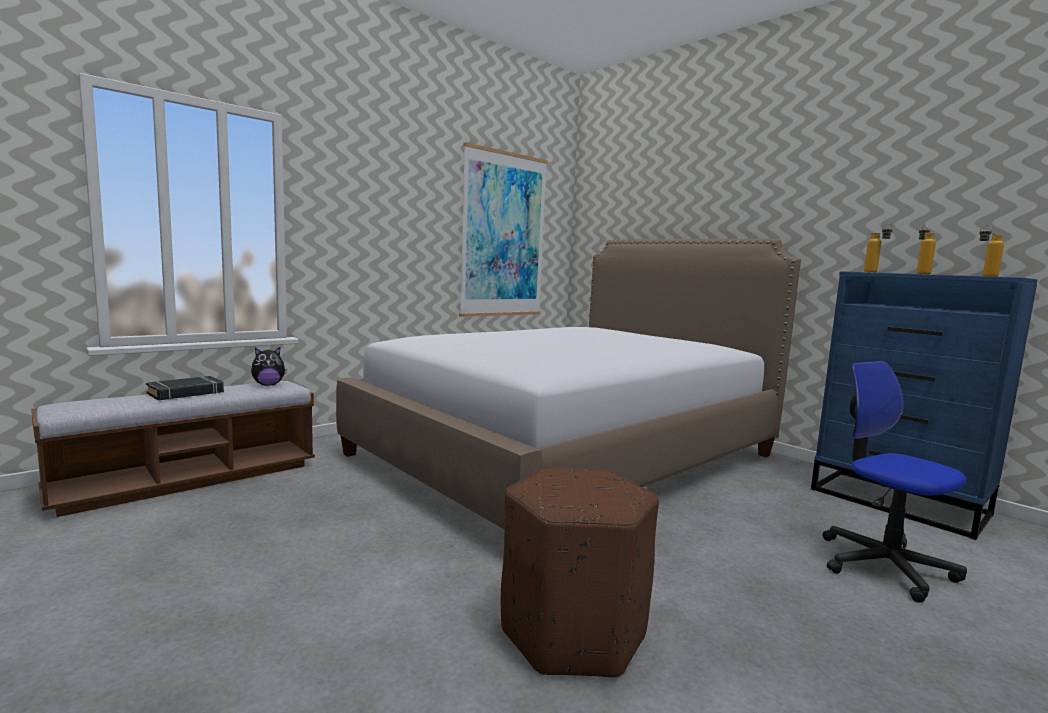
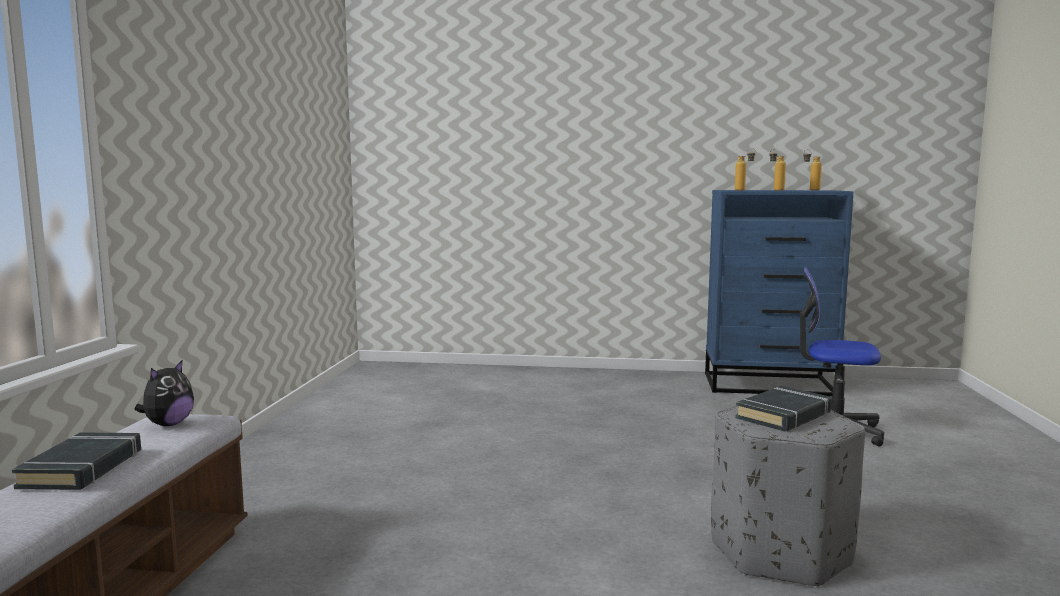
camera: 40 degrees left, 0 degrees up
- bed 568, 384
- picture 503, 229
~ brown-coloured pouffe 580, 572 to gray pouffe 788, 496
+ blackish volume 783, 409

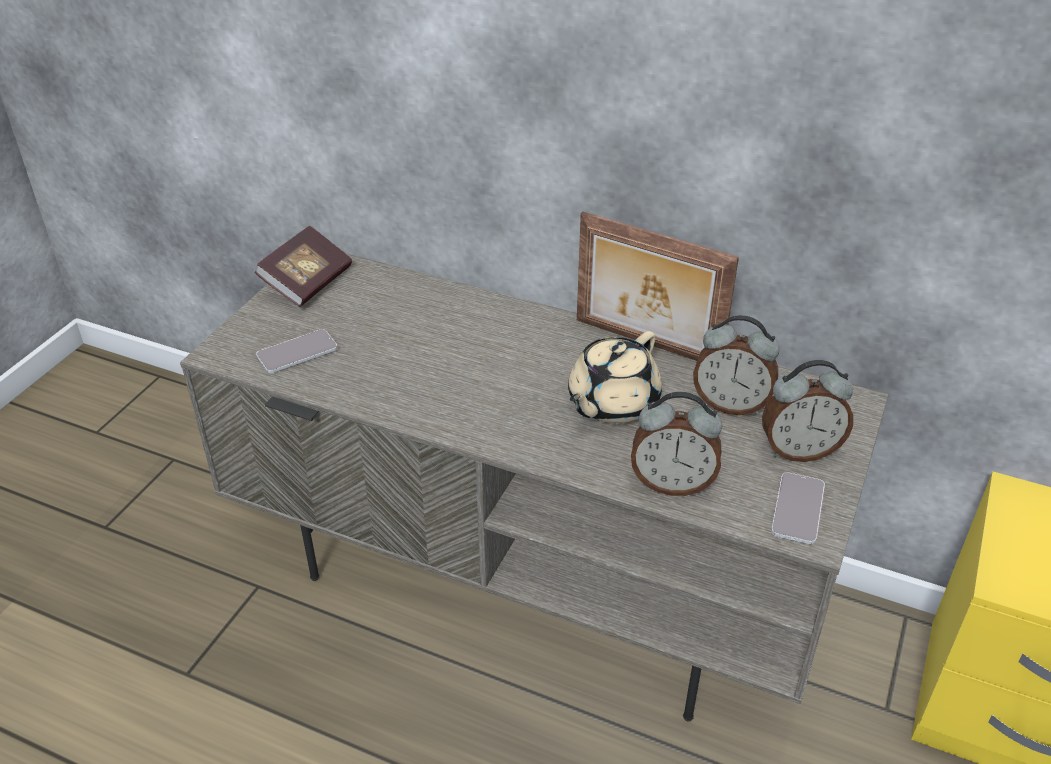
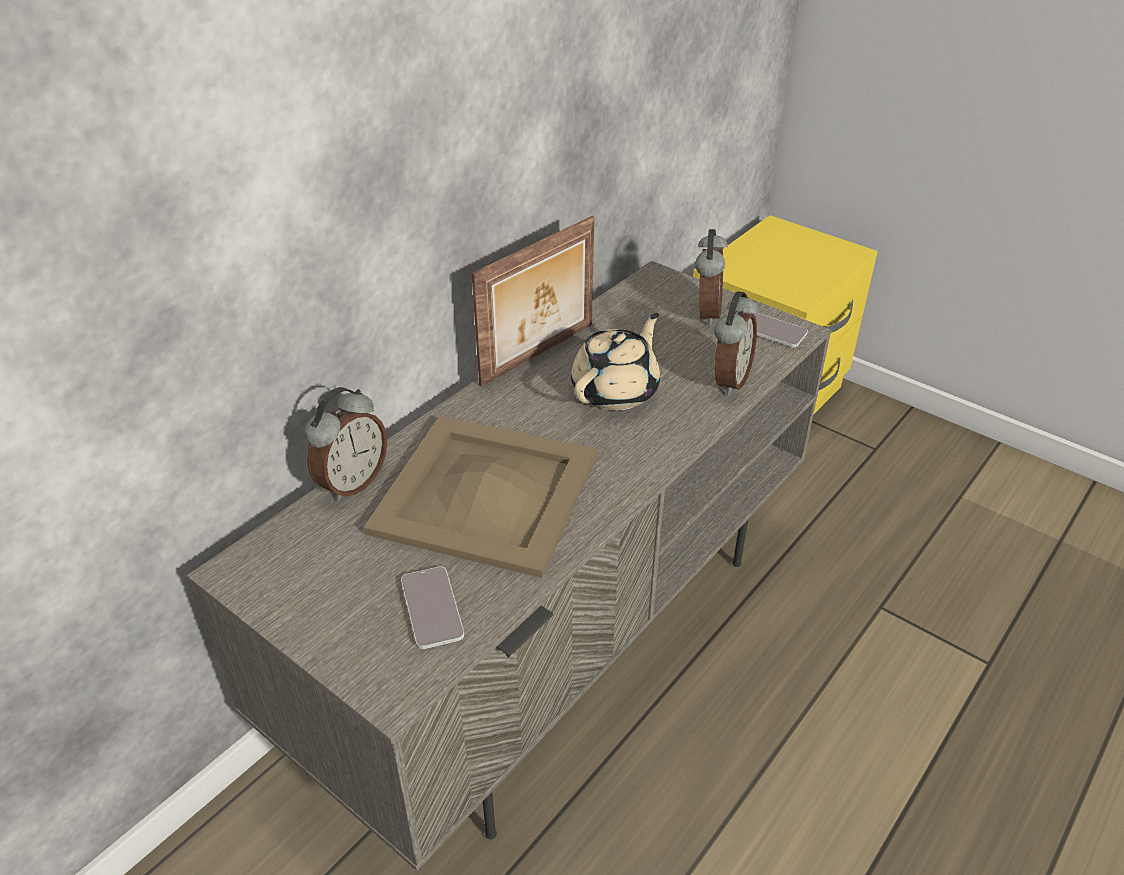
camera: 75 degrees left, 0 degrees up
- volume 303, 266
~ beige pot for tea 615, 377 = 615, 361 105 degrees counterclockwise
~ bedside clock 736, 365 to 346, 444
+ beige carrying tray 480, 497

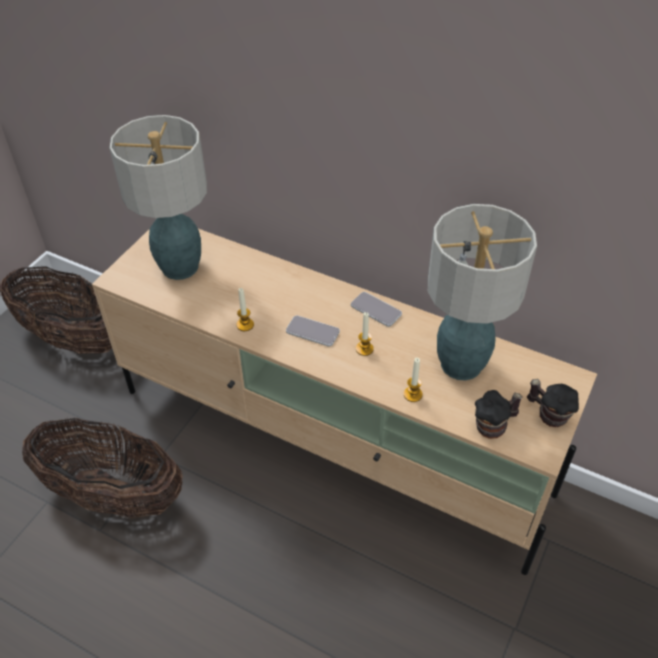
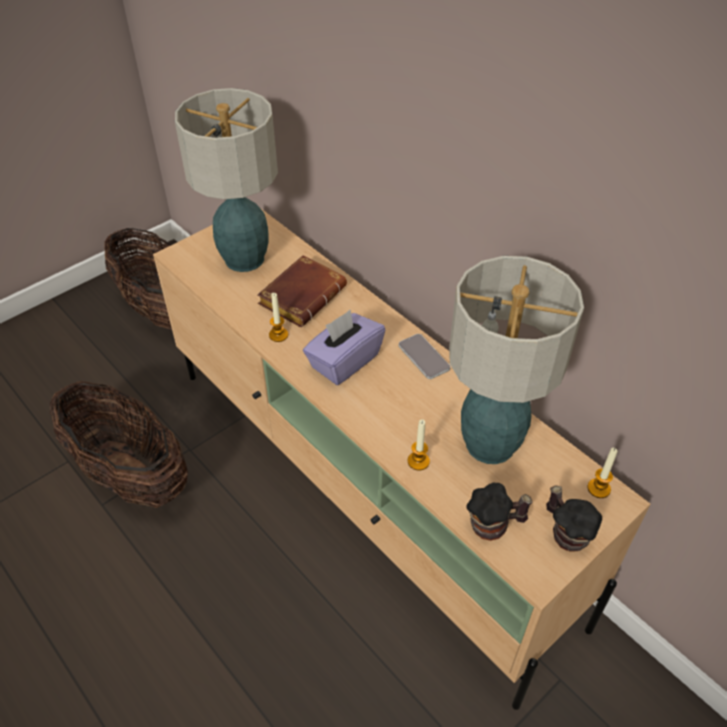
camera: 20 degrees right, 0 degrees up
~ handset 313, 331 to purple box of tissues 344, 347
~ wax candle 365, 334 to 602, 473
+ brown-coloured volume 302, 291

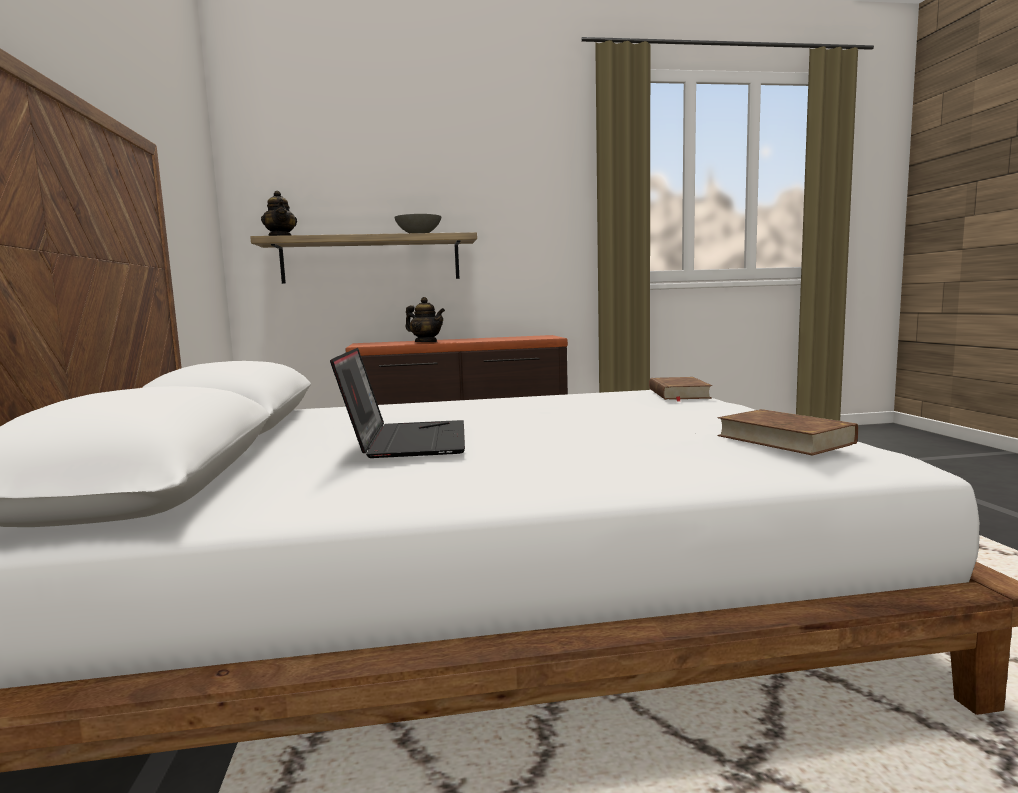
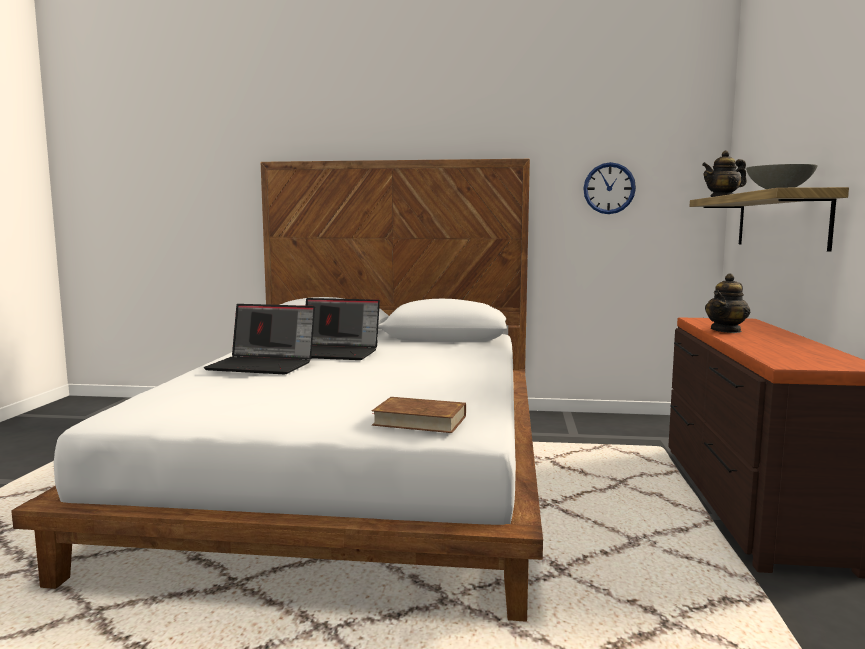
camera: 105 degrees right, 0 degrees up
- brown-coloured volume 787, 432
+ notebook computer 259, 339
+ hanging clock 609, 188

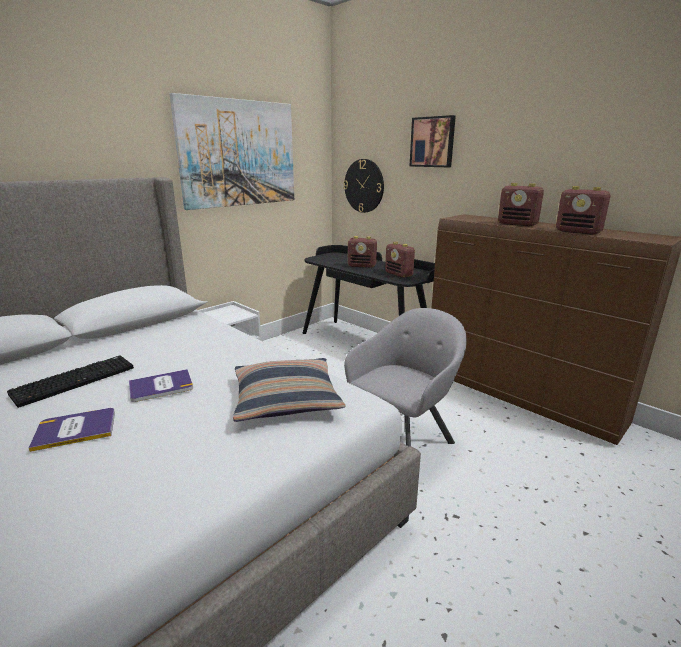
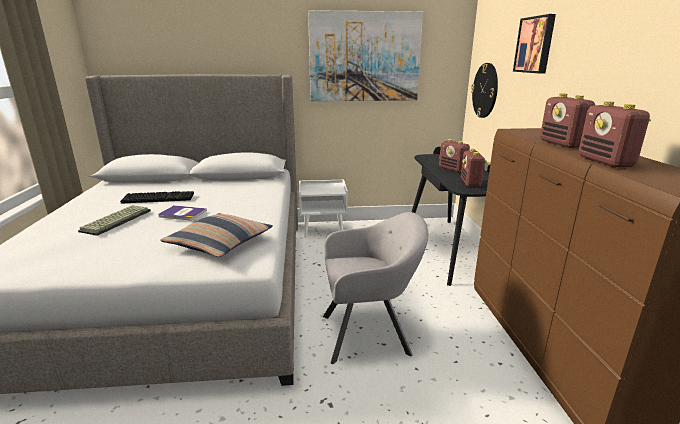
camera: 40 degrees right, 0 degrees up
~ volume 72, 430 to keyboard 114, 220

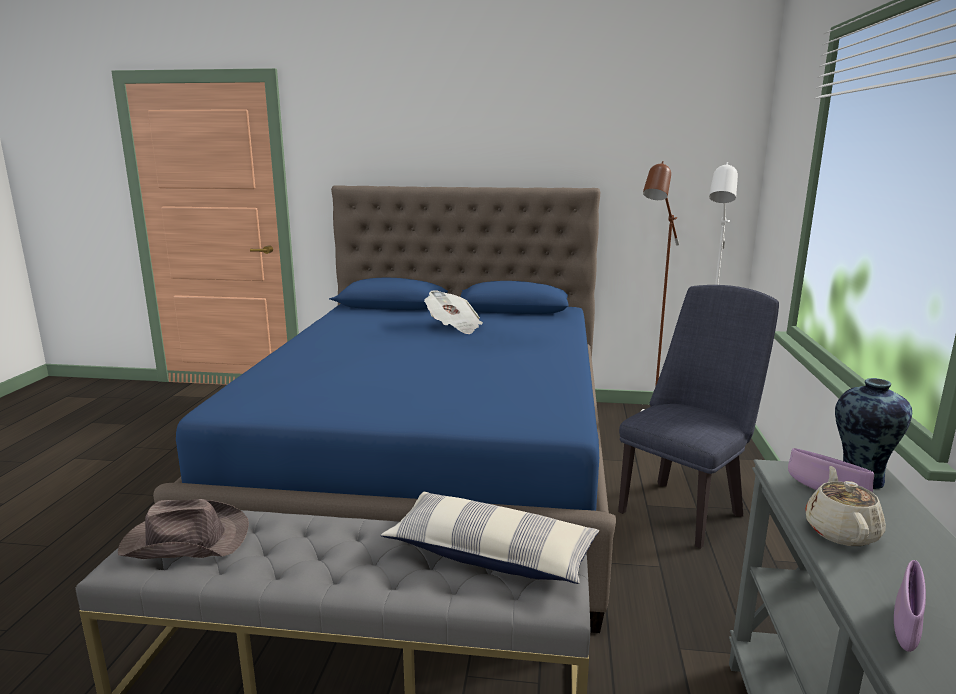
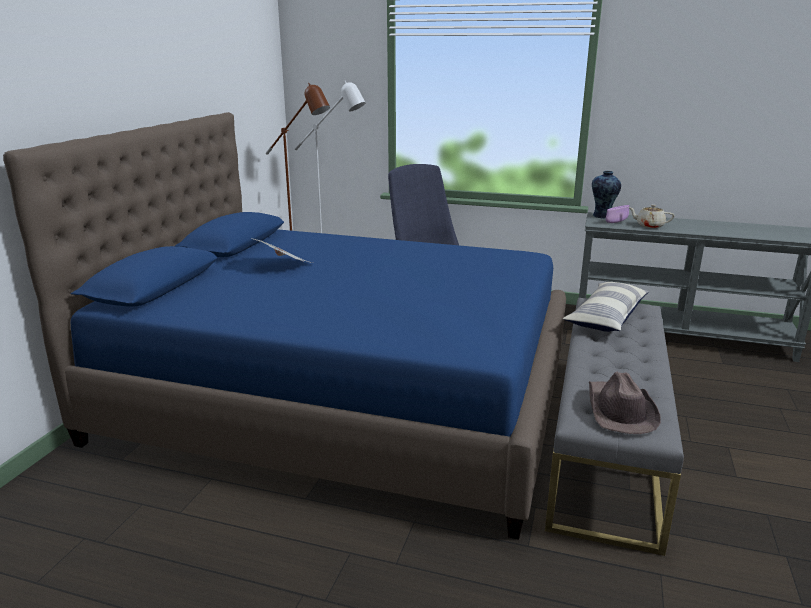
camera: 80 degrees left, 5 degrees up
- purple serving bowl 910, 606

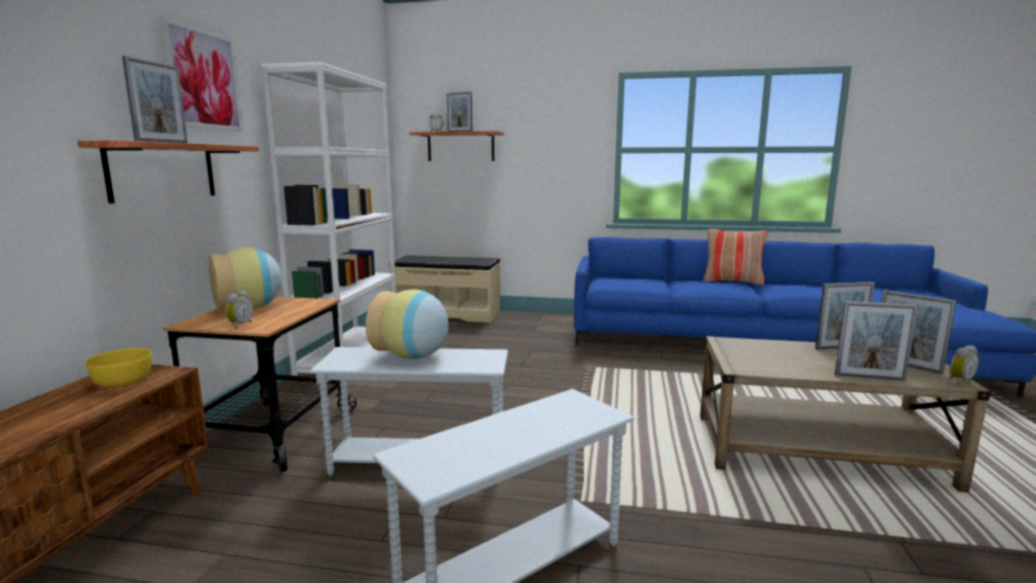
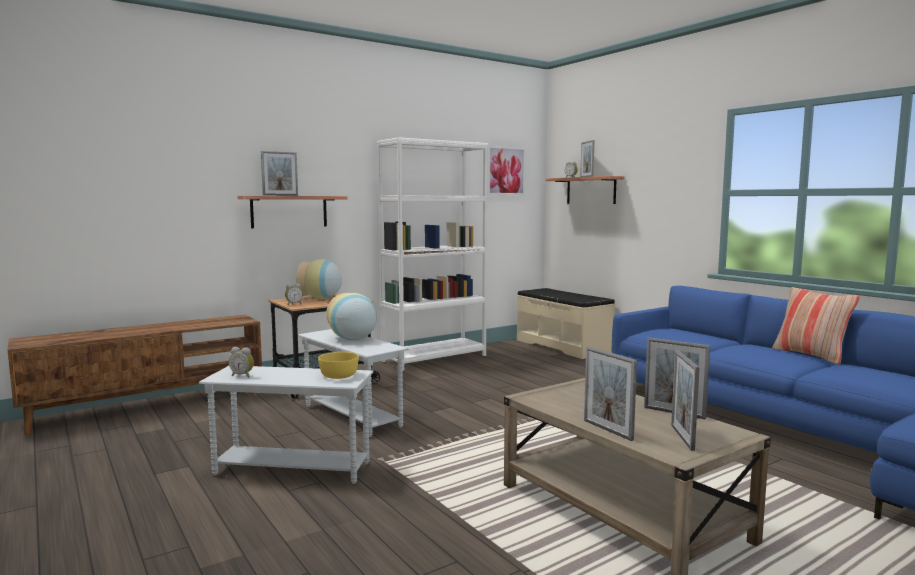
camera: 45 degrees right, 5 degrees down
~ yellowish serving bowl 118, 368 to 338, 365
~ picture 201, 74 to 506, 170
~ bedside clock 964, 365 to 241, 362

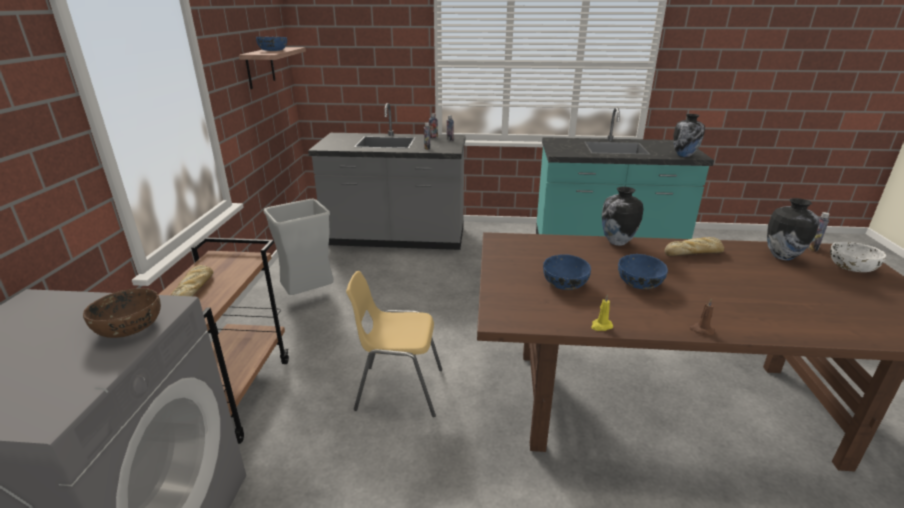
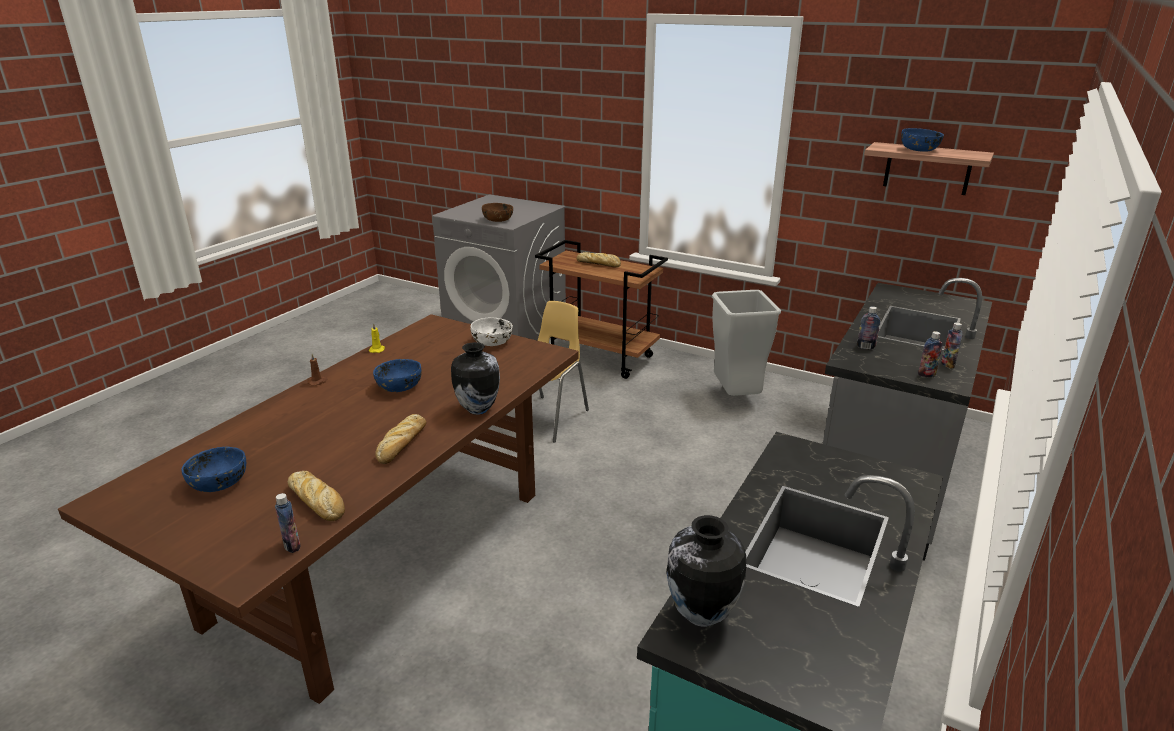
camera: 115 degrees right, 0 degrees up
~ bluish serving bowl 567, 272 to 213, 469
~ decorative vase 793, 229 to bread 316, 496
~ white-coloured serving bowl 858, 257 to 491, 332

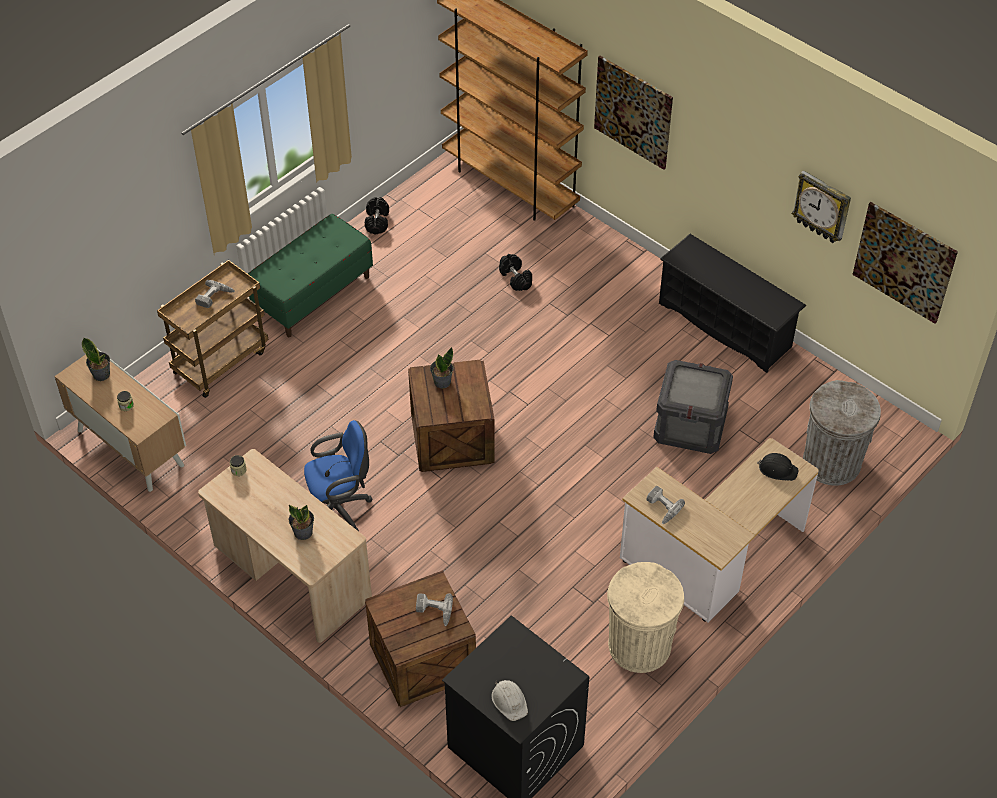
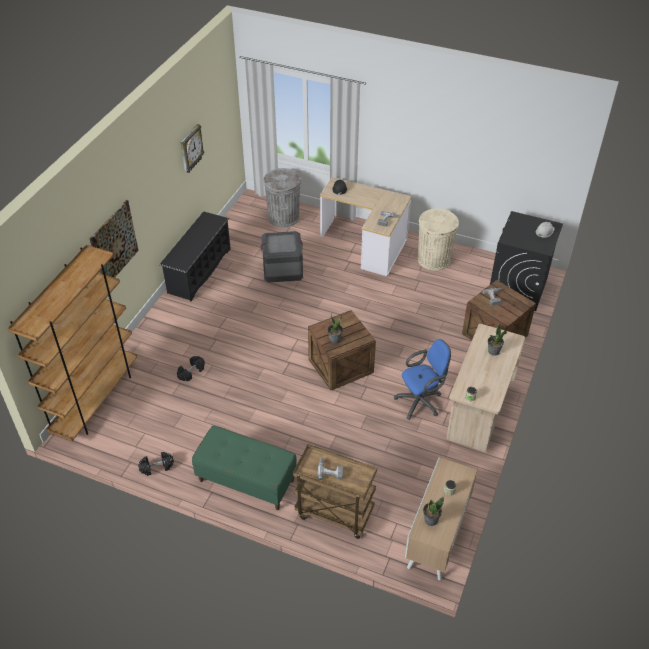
camera: 110 degrees left, 5 degrees down
~ bluish computer chair 338, 475 = 422, 379 105 degrees clockwise
- picture 905, 263

